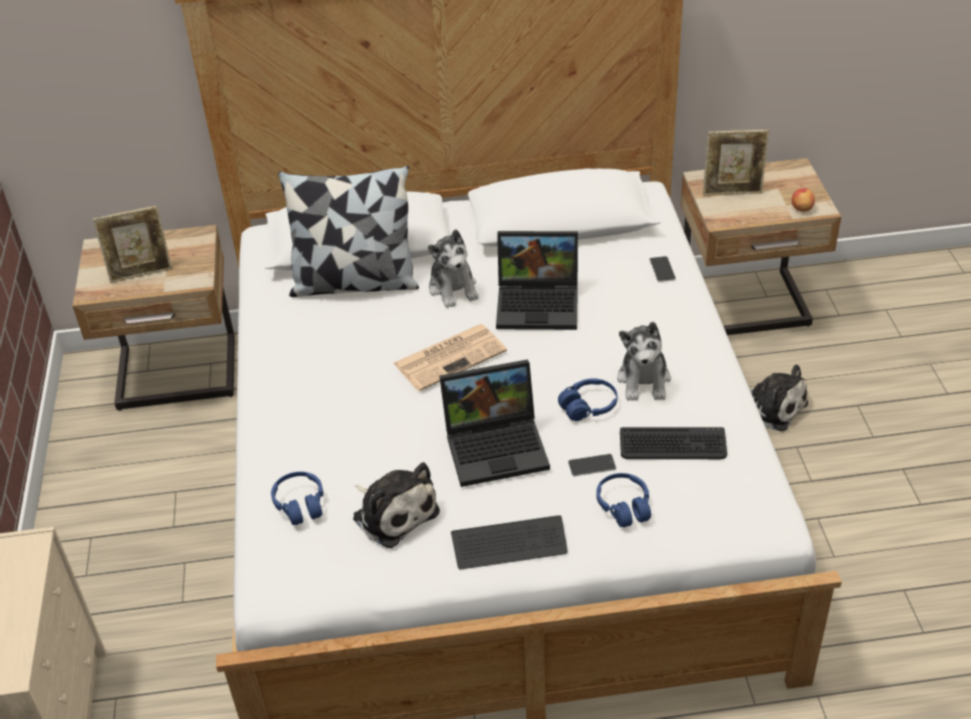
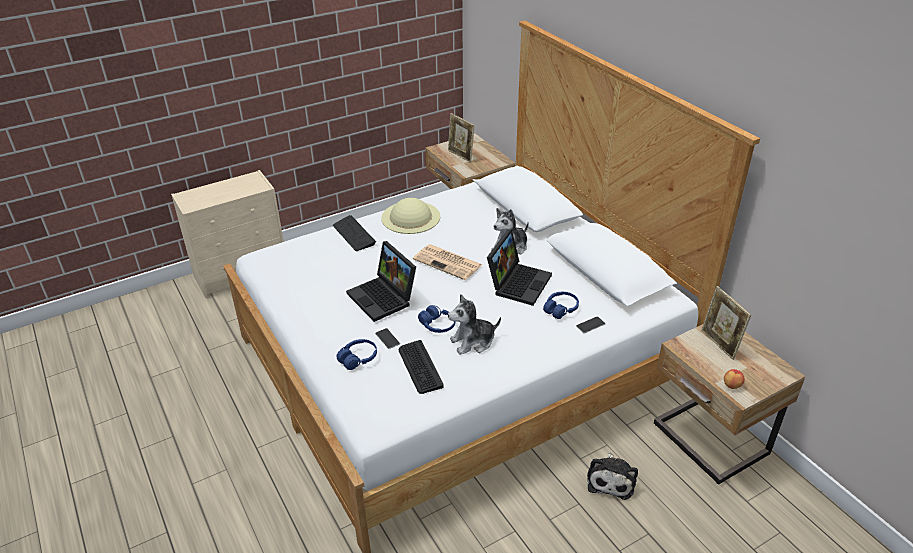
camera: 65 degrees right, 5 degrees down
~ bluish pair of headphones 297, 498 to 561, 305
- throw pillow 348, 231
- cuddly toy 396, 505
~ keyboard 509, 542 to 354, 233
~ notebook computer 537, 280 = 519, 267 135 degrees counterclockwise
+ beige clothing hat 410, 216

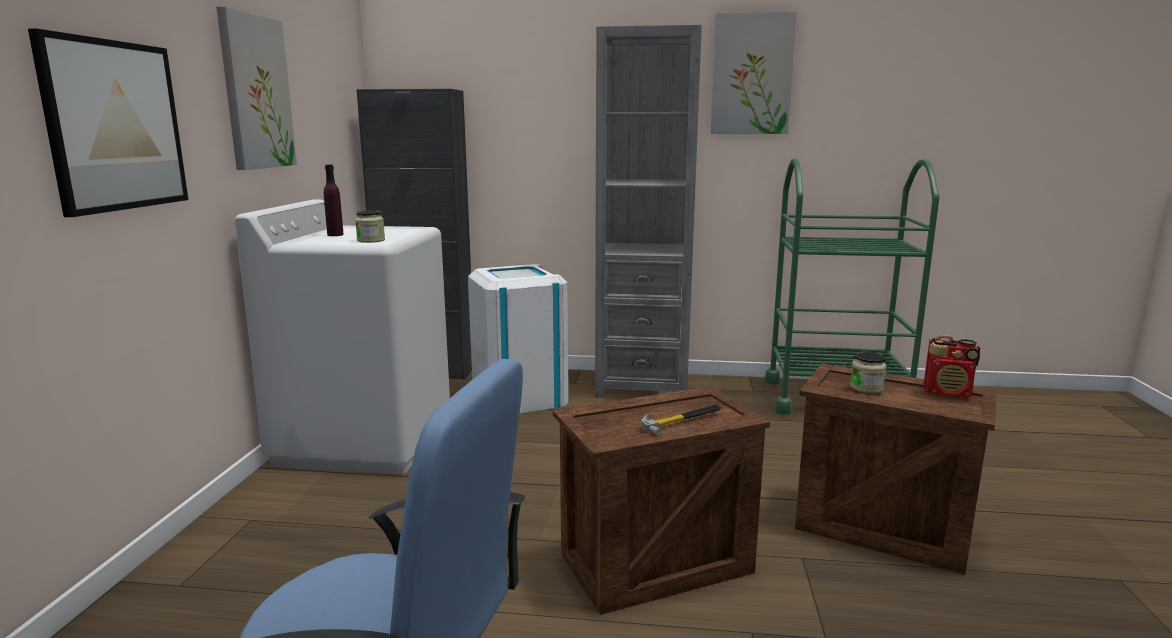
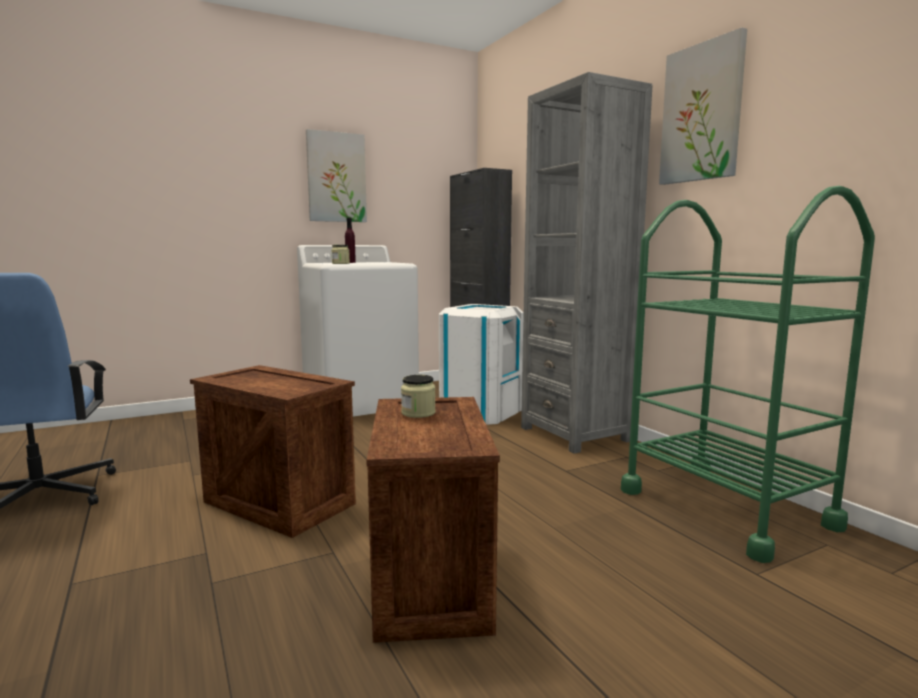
camera: 55 degrees right, 5 degrees down
- picture 108, 122
- hammer 681, 420
- radio 951, 366

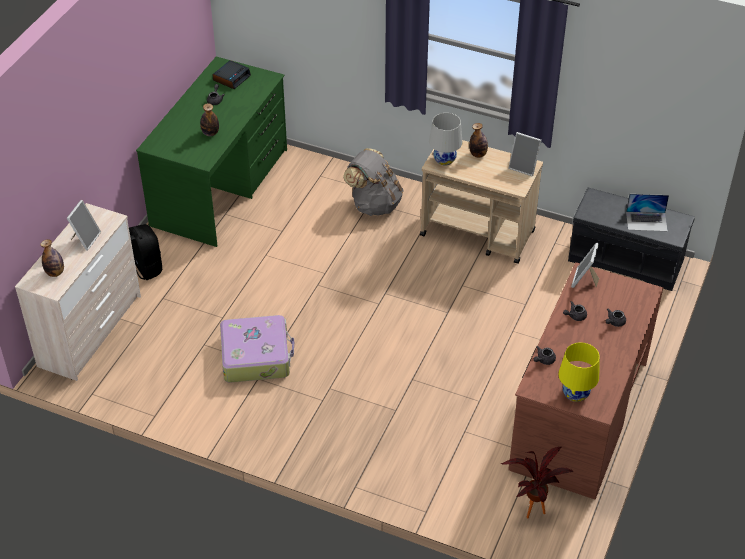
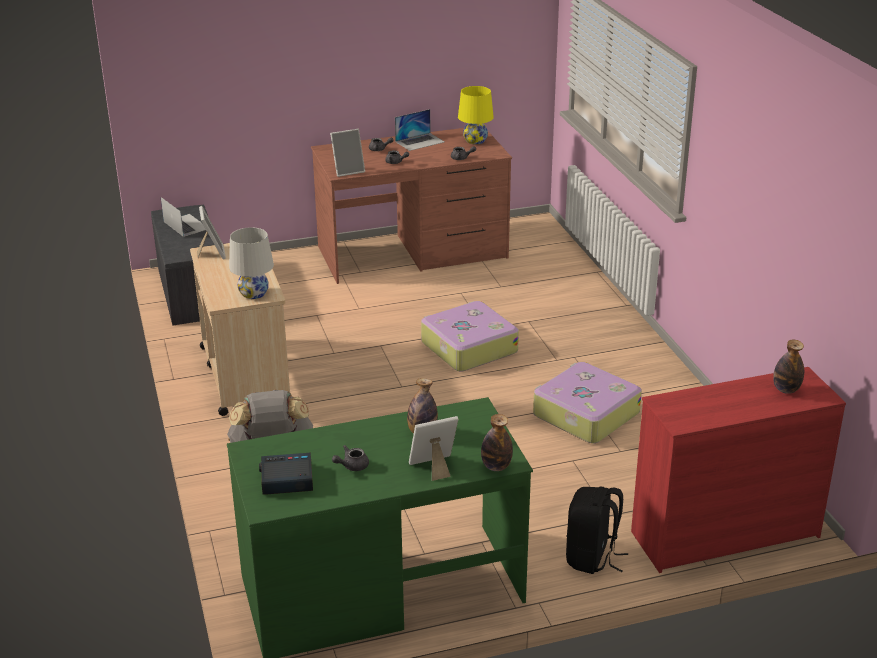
camera: 130 degrees left, 15 degrees down
~ beige drawer chest 78, 292 to reddish drawer chest 738, 470
~ standing frame 84, 225 to 433, 448
~ drink bottle 478, 140 to 497, 442
- houseplant 537, 482
+ notebook computer 419, 130
+ suitcase 470, 336

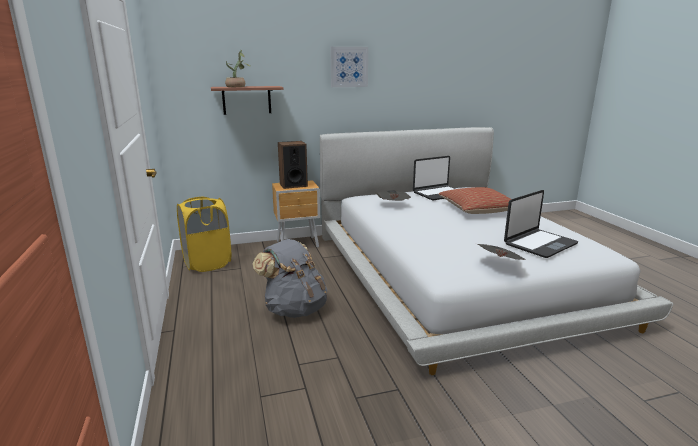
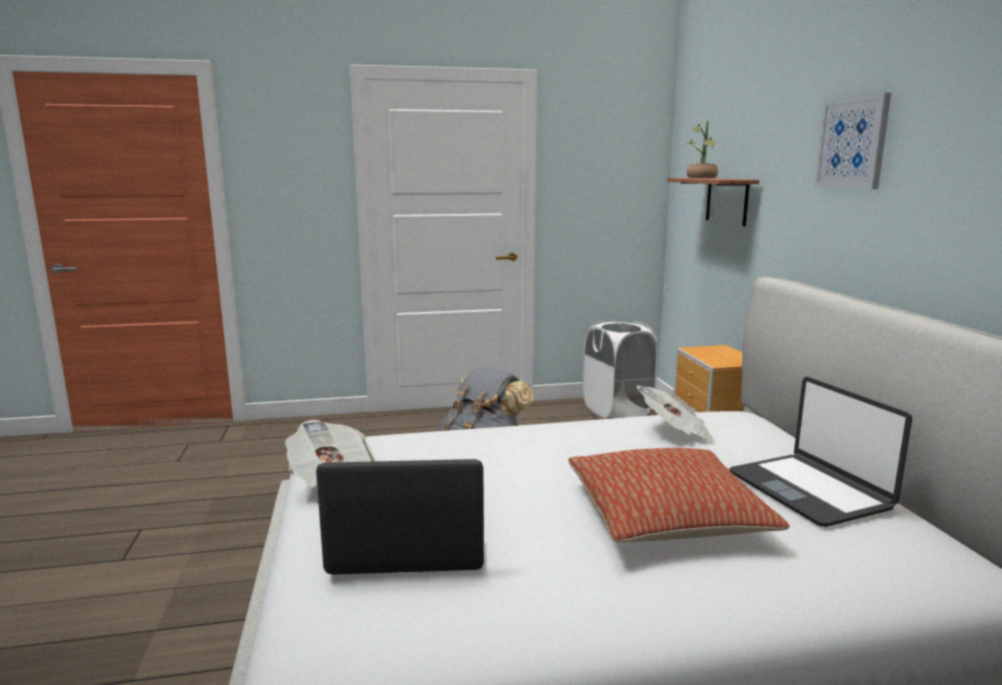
camera: 95 degrees right, 5 degrees down
~ yellowish hamper 204, 234 to white-coloured hamper 620, 369
- loudspeaker 293, 165
~ notebook computer 541, 224 = 400, 517 120 degrees clockwise

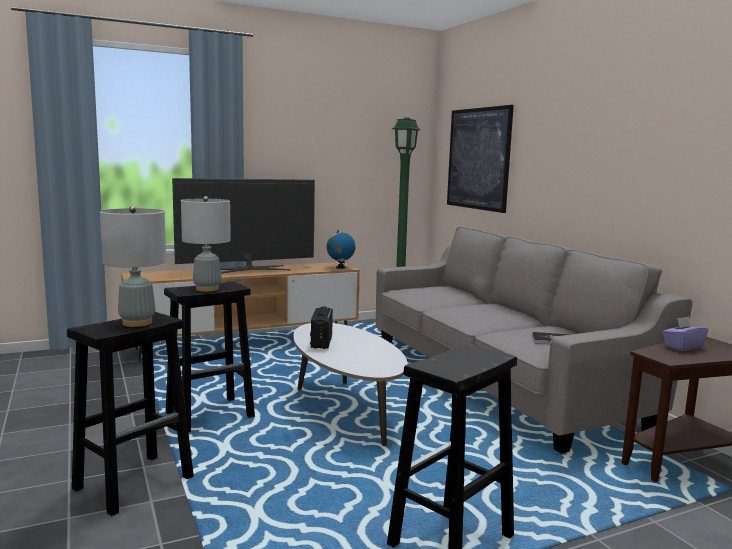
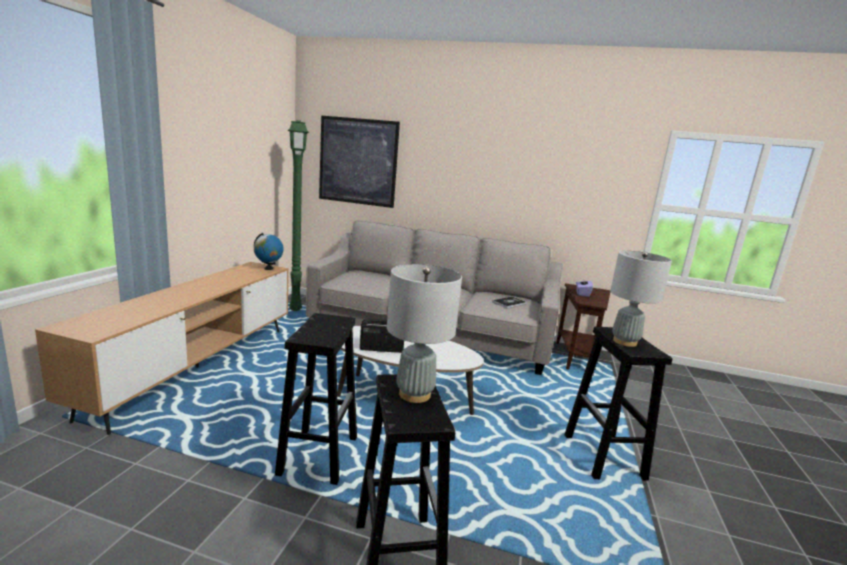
camera: 50 degrees left, 5 degrees up
- TV 243, 225
~ gray table lamp 206, 244 to 641, 299
~ radio 321, 327 = 382, 335 135 degrees clockwise

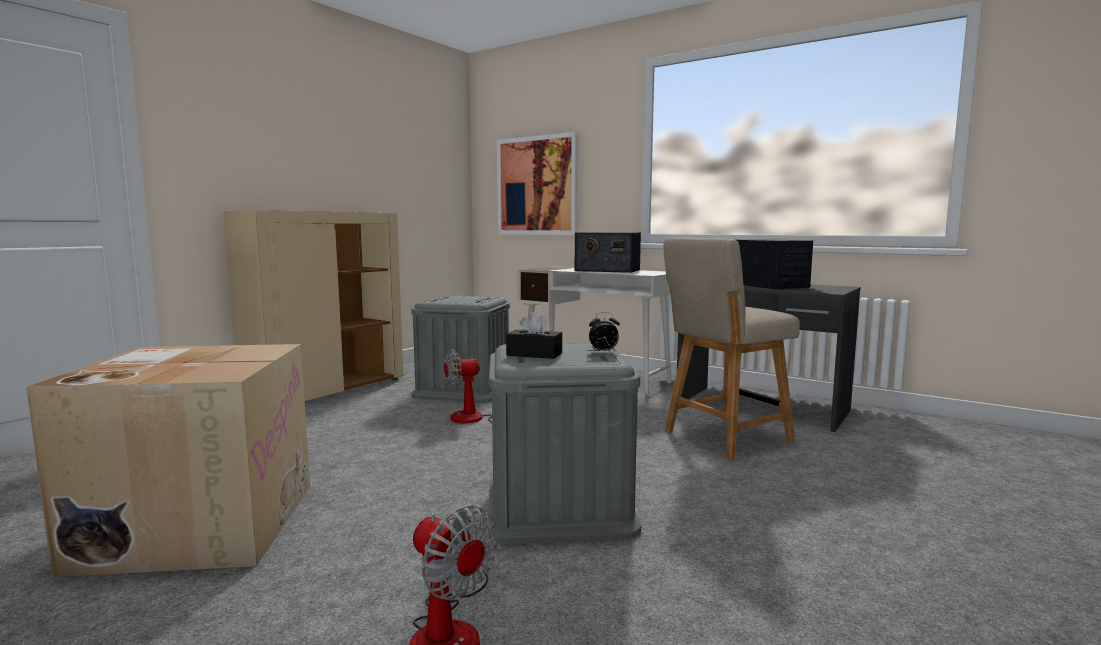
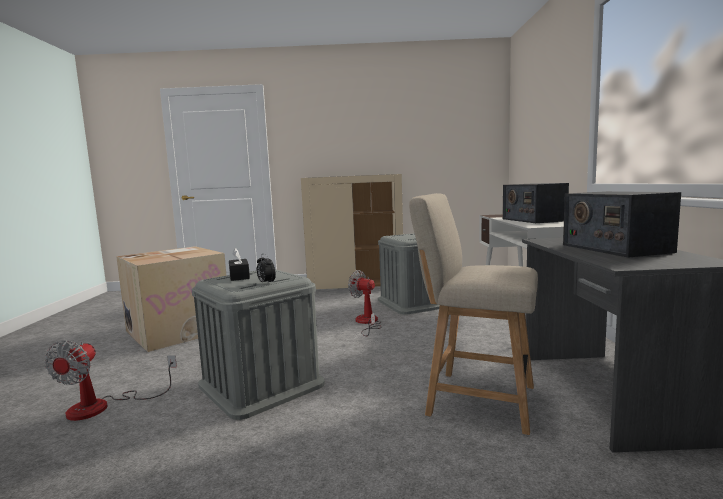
camera: 55 degrees right, 0 degrees up
- picture 537, 183
~ radio 775, 264 = 622, 224 135 degrees clockwise

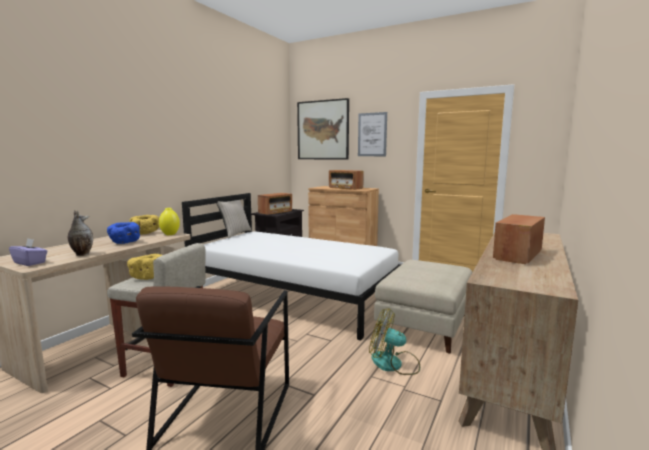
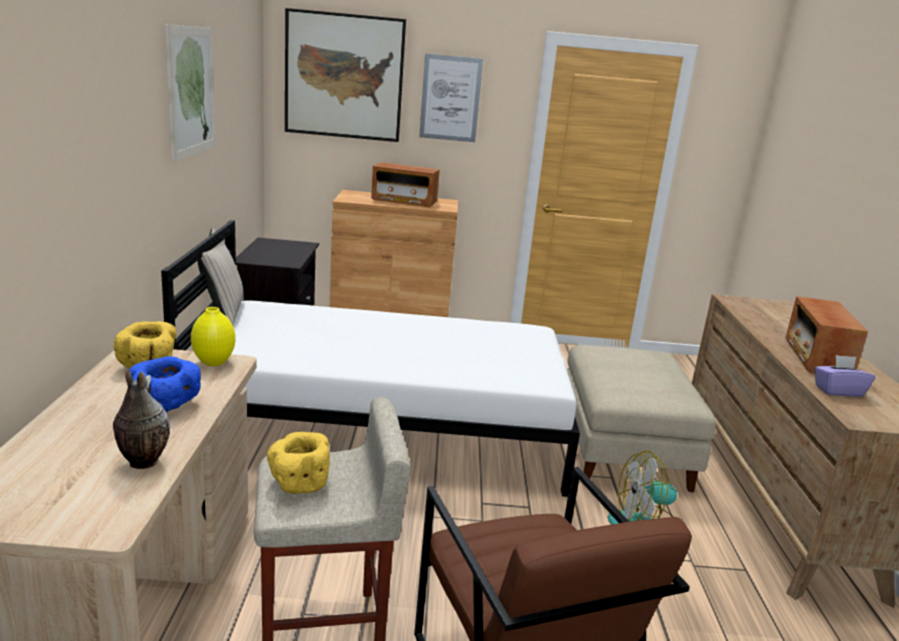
camera: 30 degrees left, 10 degrees up
~ purple box of tissues 28, 252 to 844, 376
- radio 275, 204
+ picture 190, 93

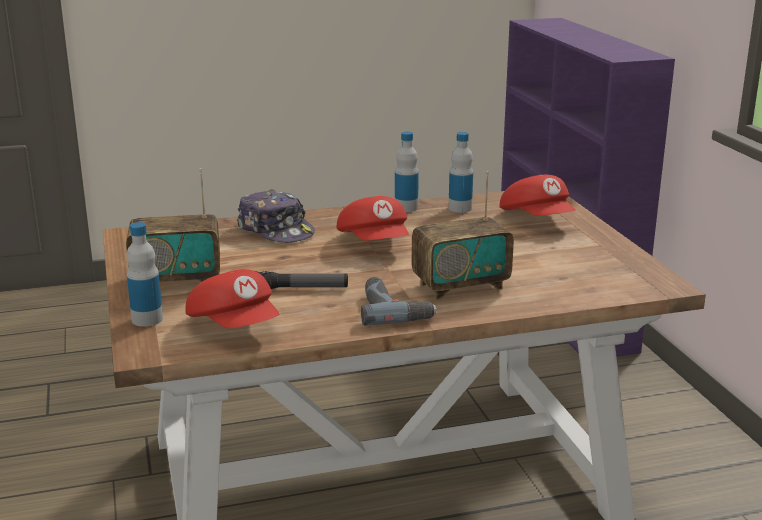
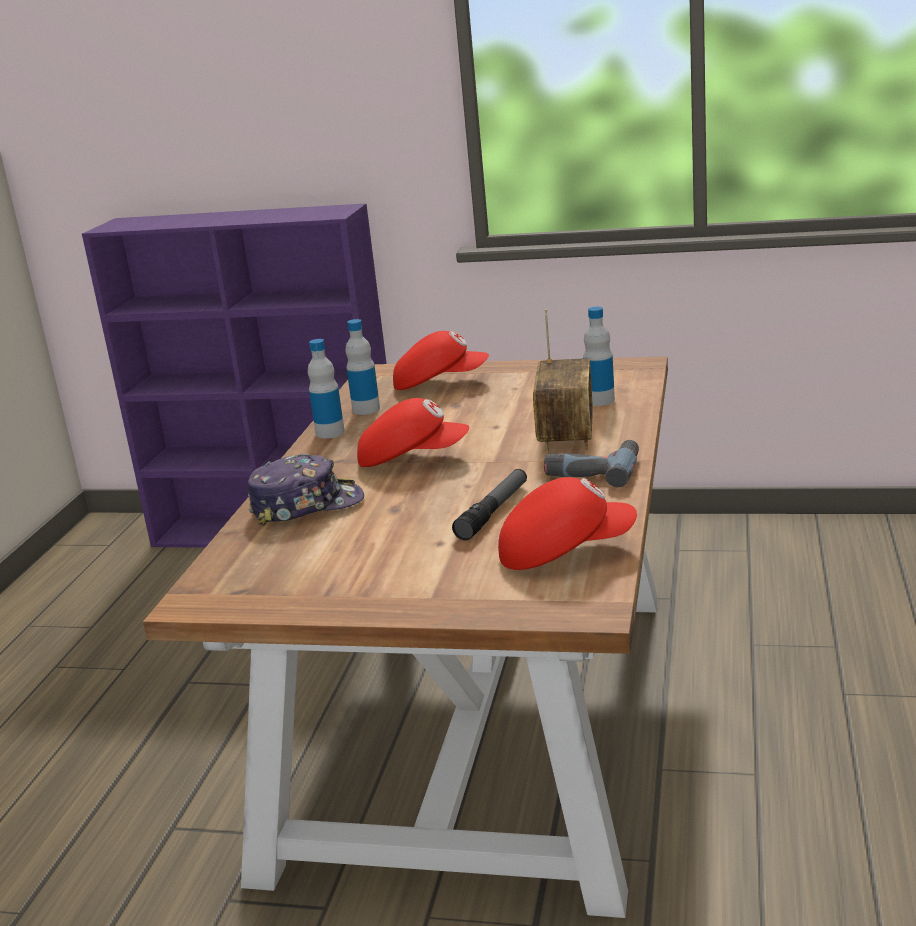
camera: 60 degrees left, 0 degrees up
- radio 173, 225
~ drink bottle 144, 274 to 599, 356

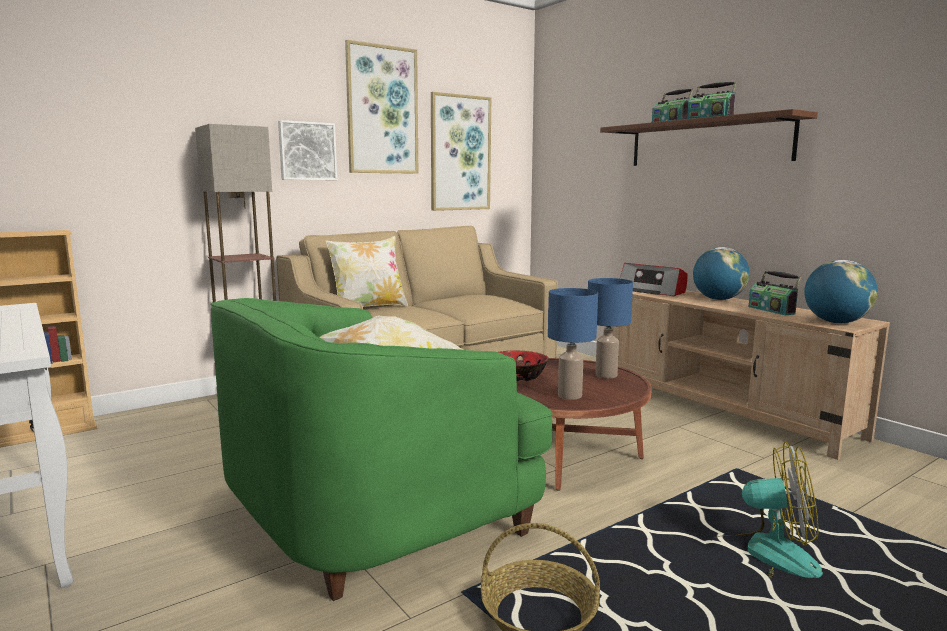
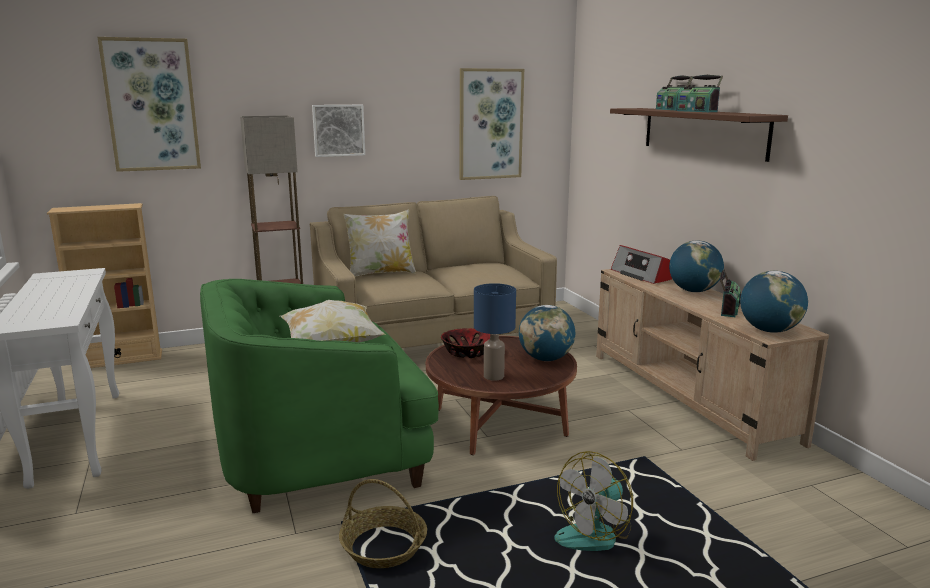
camera: 15 degrees right, 5 degrees up
~ picture 381, 107 to 149, 104
~ bluish table lamp 610, 328 to globe 547, 333
~ fan 767, 510 = 593, 501 105 degrees clockwise
~ radio 775, 293 = 730, 293 150 degrees counterclockwise

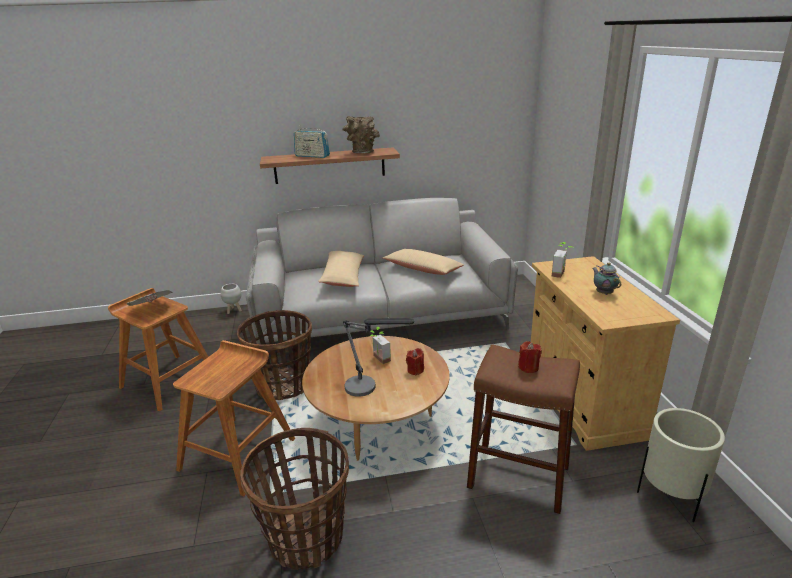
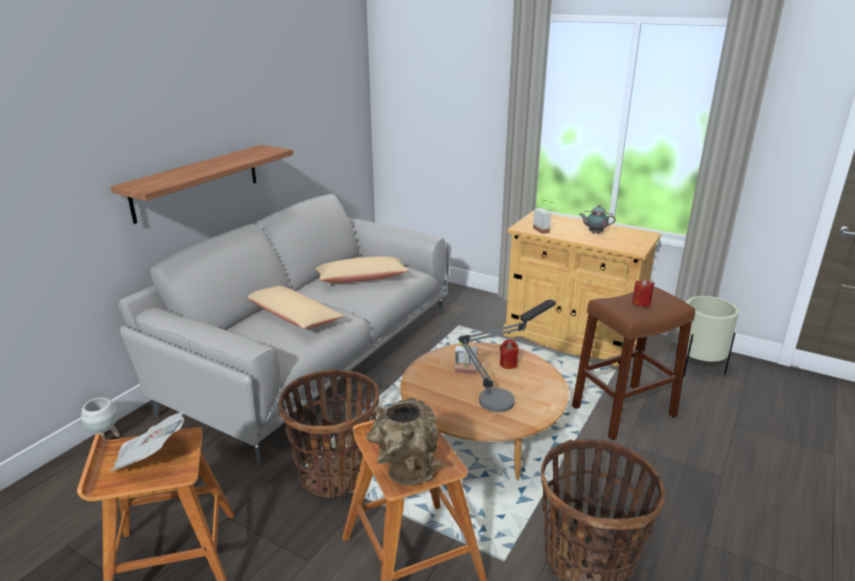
camera: 50 degrees left, 0 degrees up
- radio 312, 141
~ brown-coloured decorative vase 361, 134 to 404, 441

